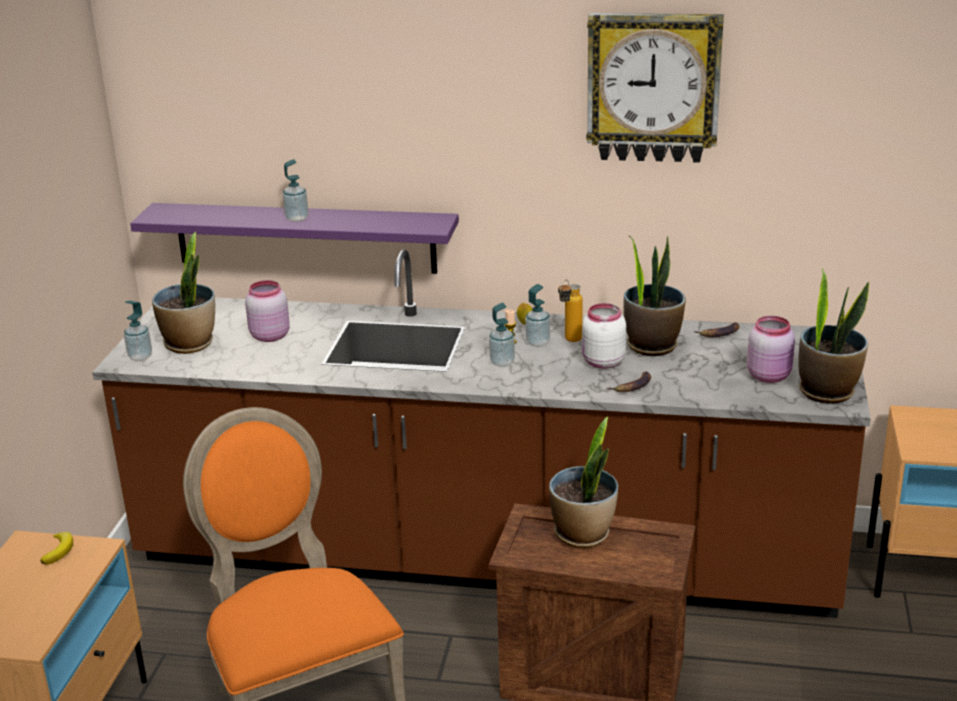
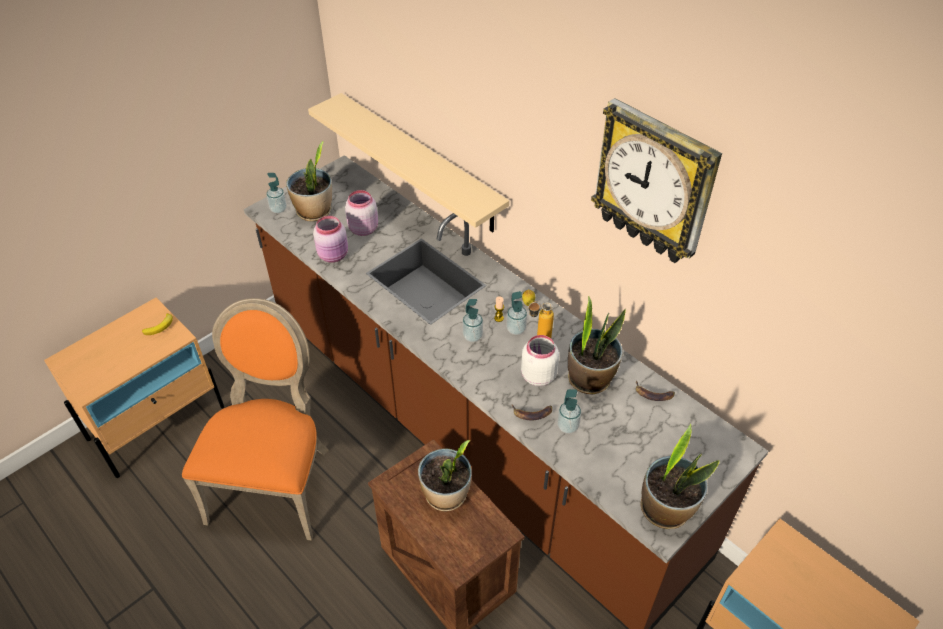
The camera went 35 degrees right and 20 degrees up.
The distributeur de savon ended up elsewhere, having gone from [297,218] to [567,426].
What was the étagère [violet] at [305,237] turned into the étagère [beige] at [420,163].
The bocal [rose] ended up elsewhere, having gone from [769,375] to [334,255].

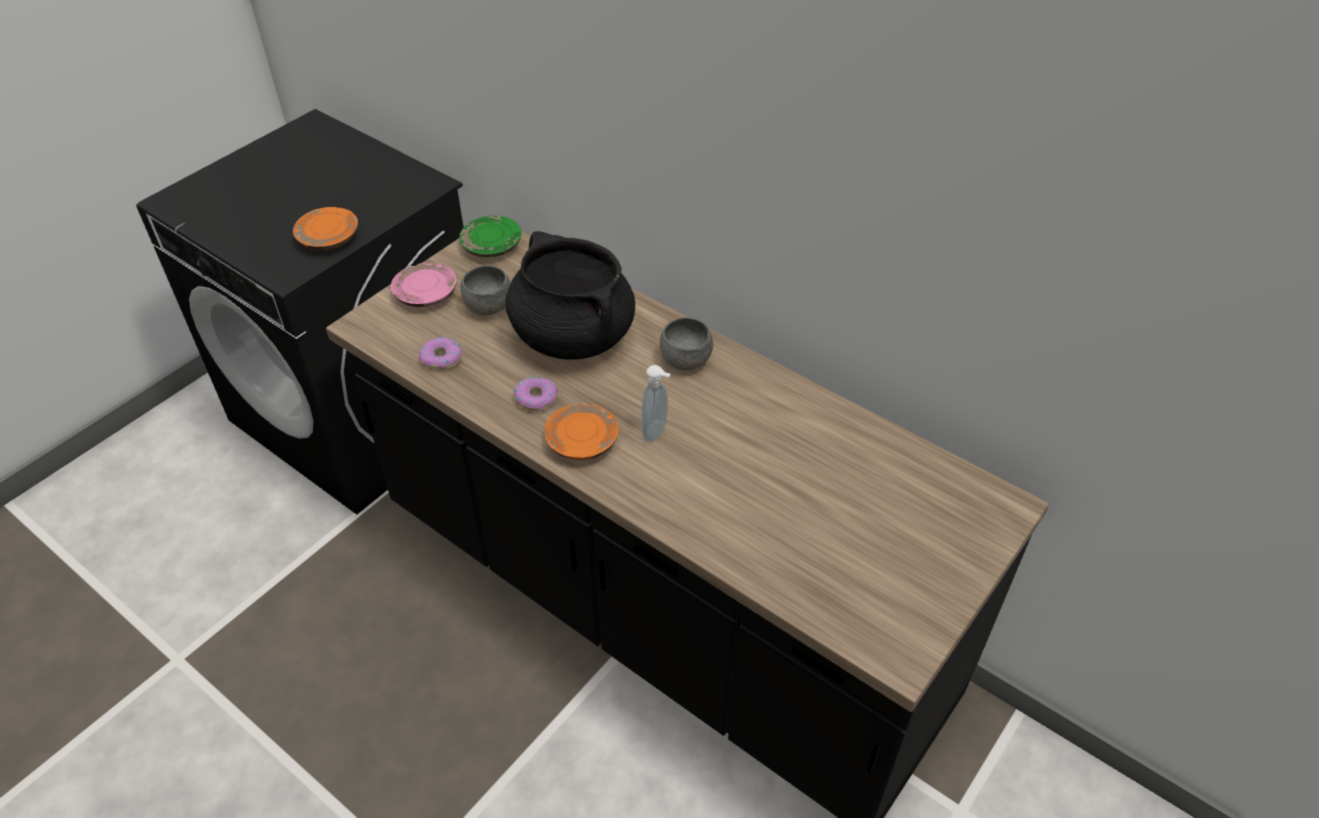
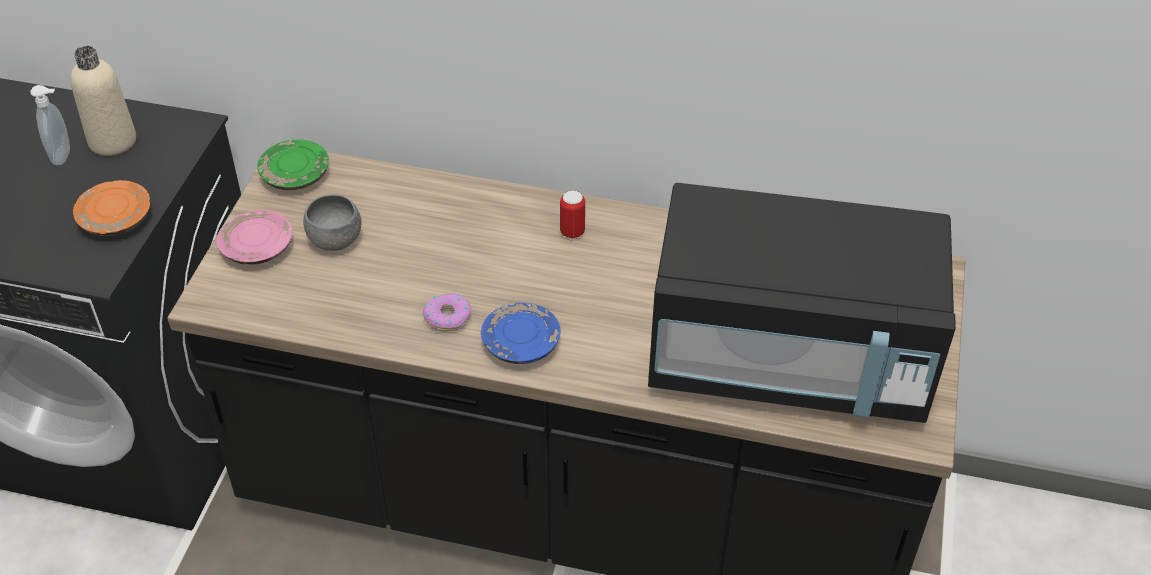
The camera went 25 degrees left and 0 degrees up.
The second view lost the marmite [noir] at [572,336].
Where the bol [gris] stood at [686,360], the boîte métallique came to stand at [572,232].
The second view lost the beignet at [441,359].
The distributeur de savon ended up elsewhere, having gone from [657,432] to [64,155].
What was the assiette [orange] at [581,441] turned into the assiette [bleu] at [520,343].
The second view gained the bouteille [beige] at [112,141].
The second view gained the micro-ondes [noir] at [788,360].

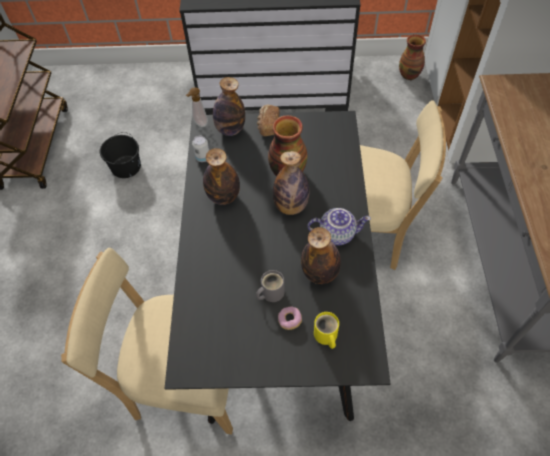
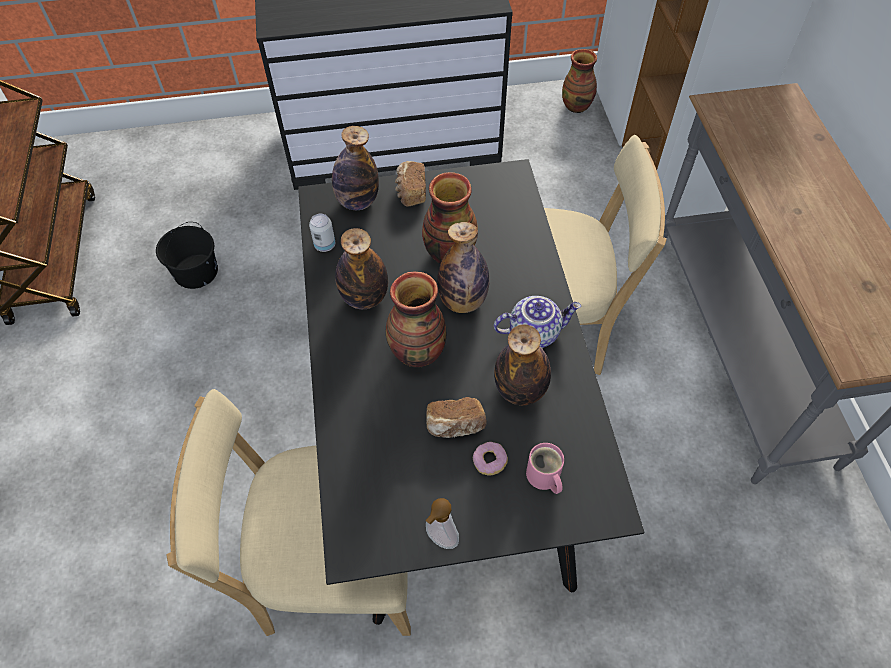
The camera went 10 degrees left and 0 degrees up.
The distributeur de savon ended up elsewhere, having gone from [199,124] to [440,539].
Where the mug [gris] stood at [270,292], the pain came to stand at [455,426].
What was the mug [jaune] at [325,336] turned into the mug [rose] at [543,477].
The second view gained the vase at [418,353].

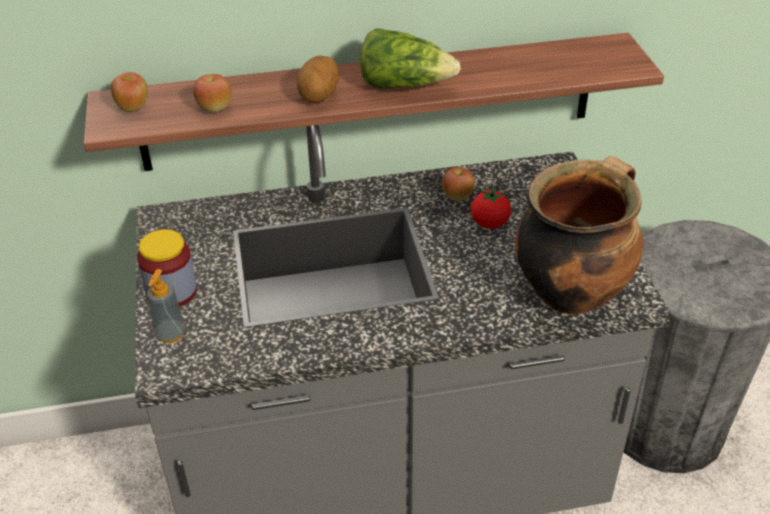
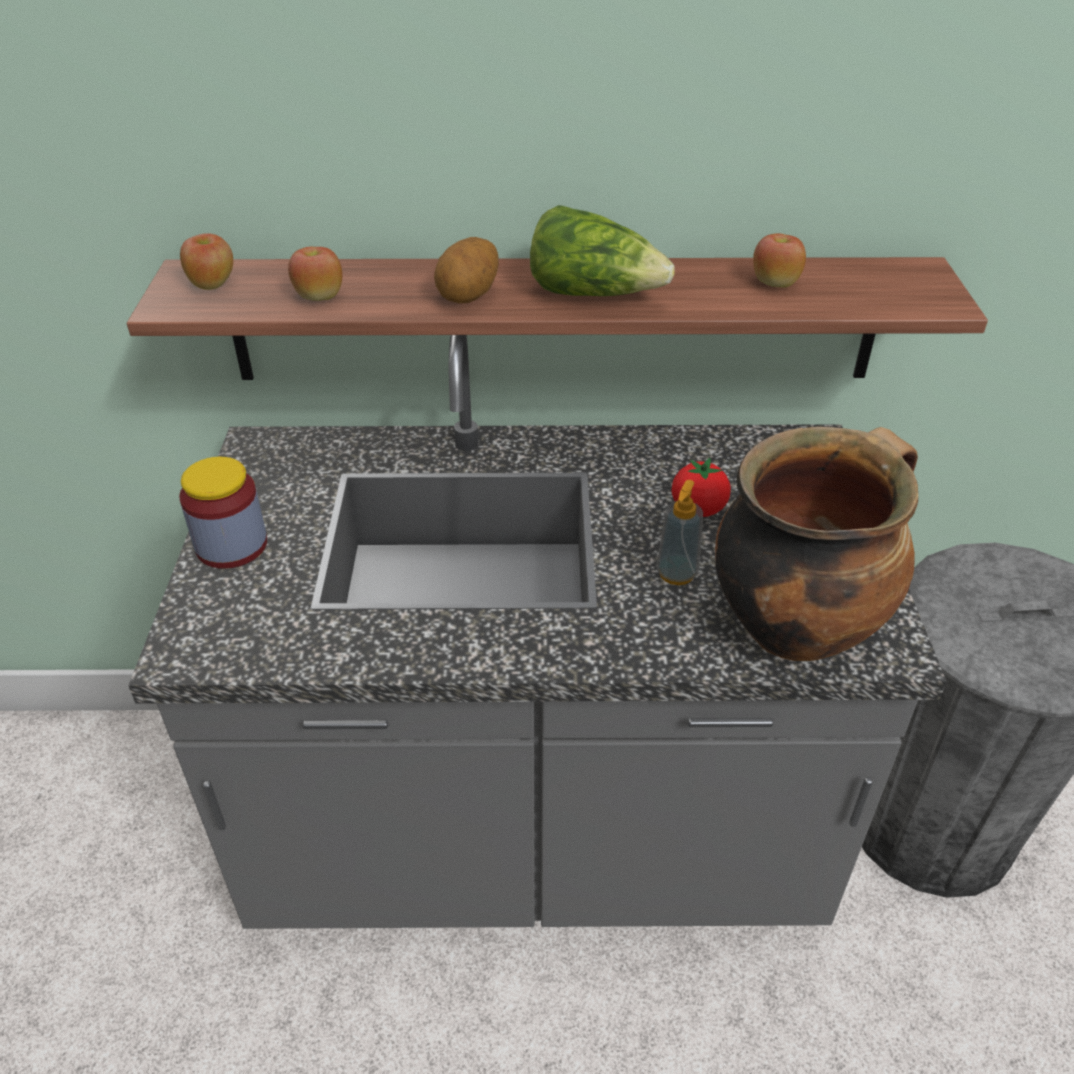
The camera went 10 degrees right and 0 degrees up.
The pomme ended up elsewhere, having gone from [457,196] to [775,284].
The distributeur de savon ended up elsewhere, having gone from [170,334] to [676,573].

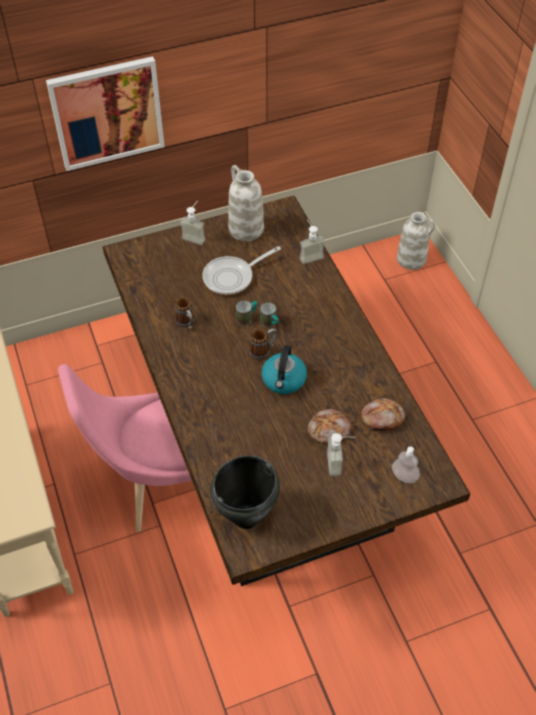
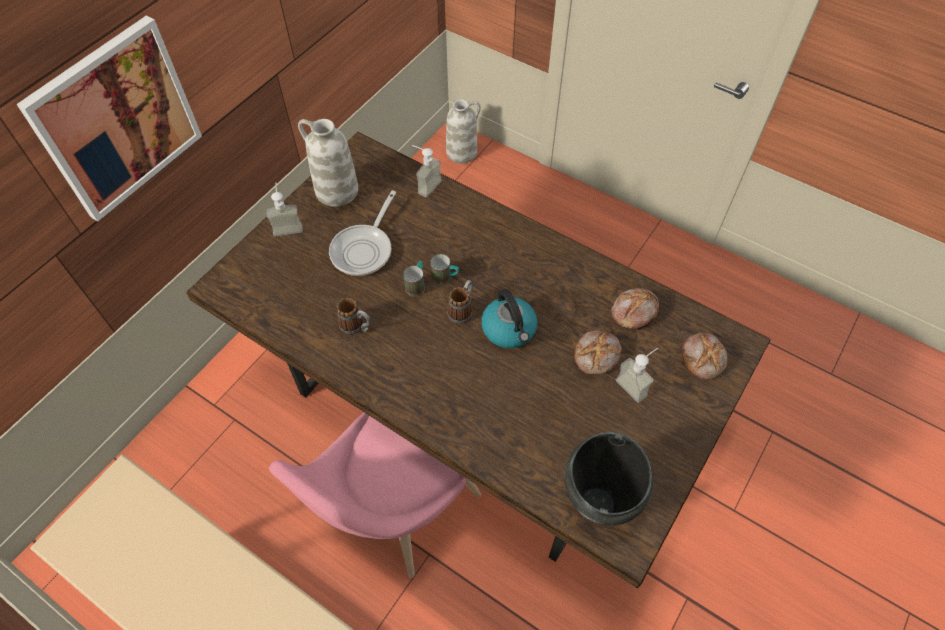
The camera went 35 degrees left and 5 degrees up.
Where the distributeur de savon stood at [404,476], the pain came to stand at [703,359].

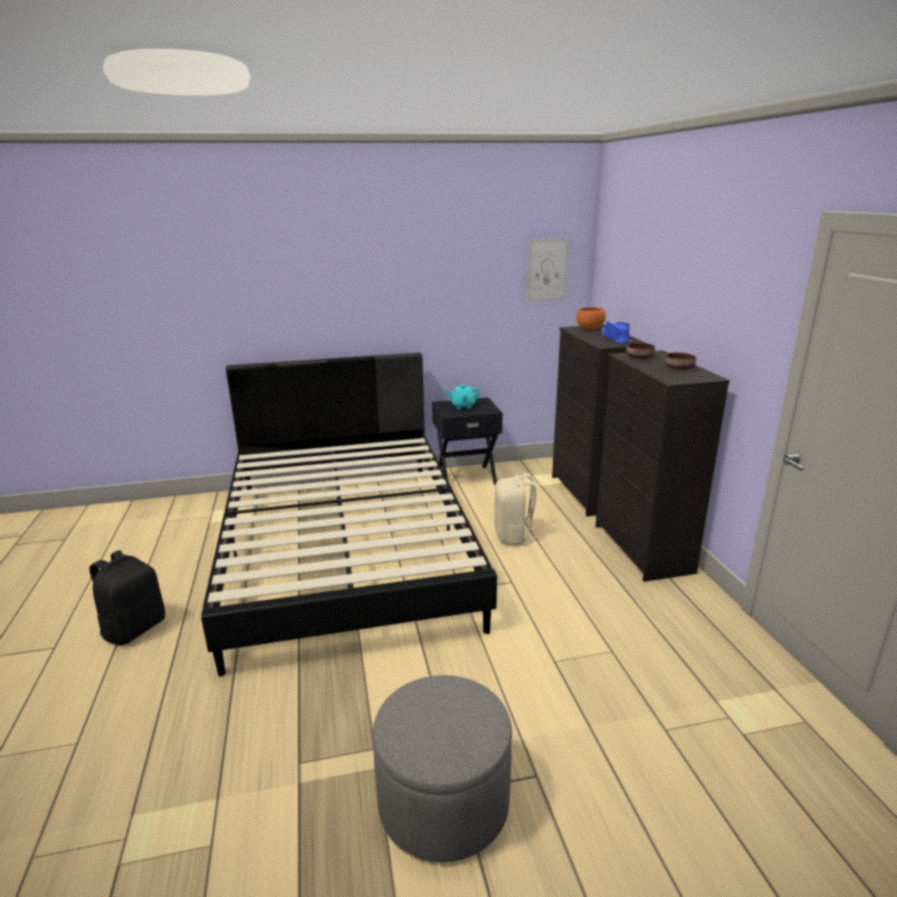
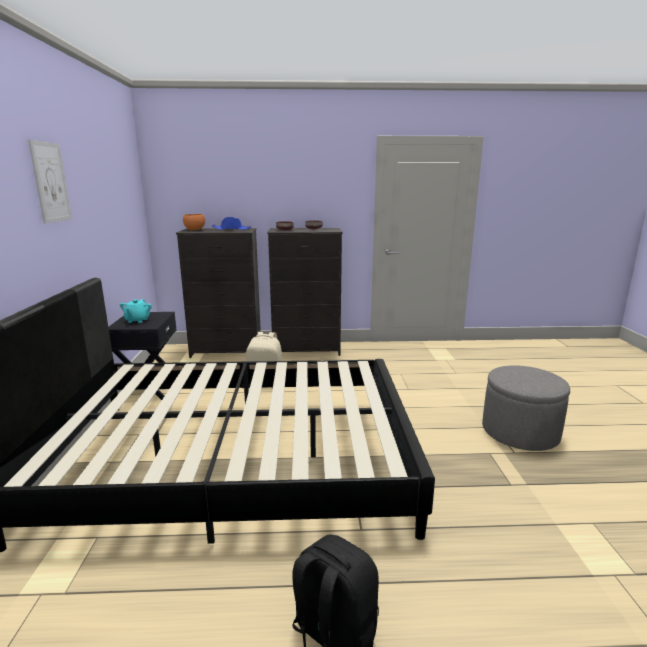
The camera went 80 degrees left and 5 degrees down.
The tableau ended up elsewhere, having gone from [547,270] to [50,182].

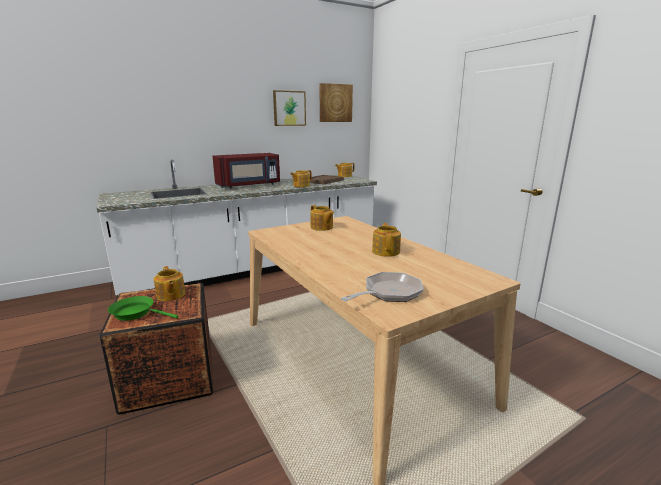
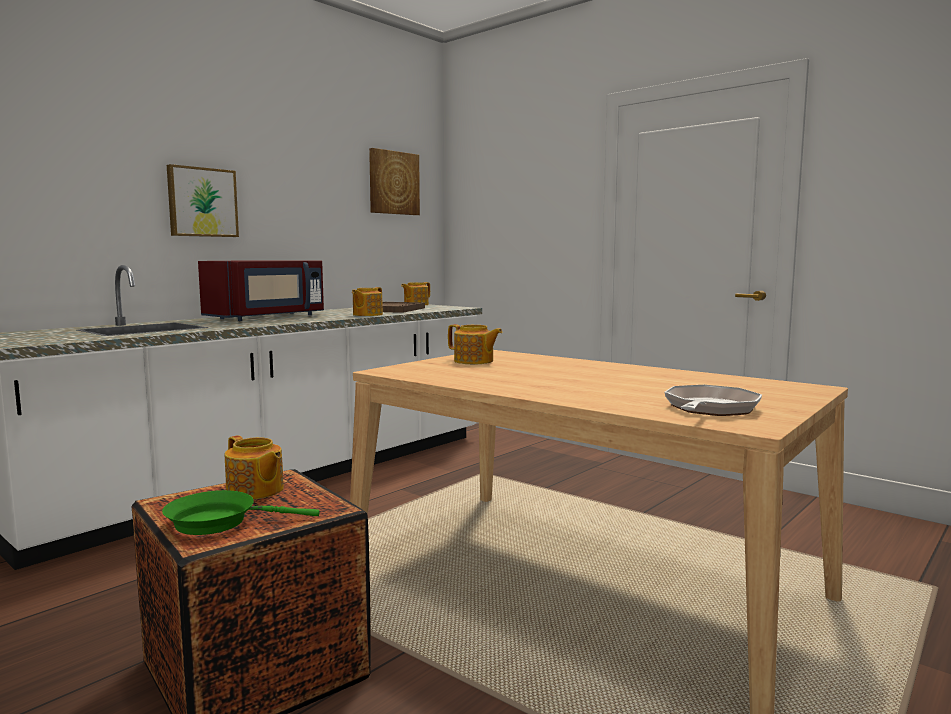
The camera went 20 degrees left and 10 degrees down.
The tableau ended up elsewhere, having gone from [289,108] to [202,202].
The second view lost the théière at [386,251].

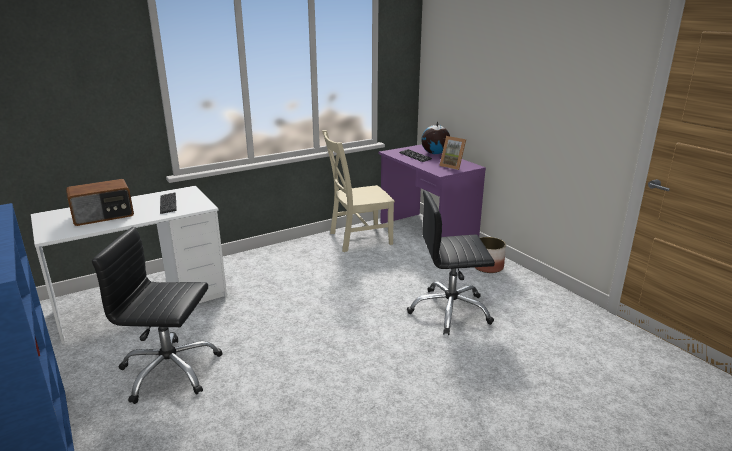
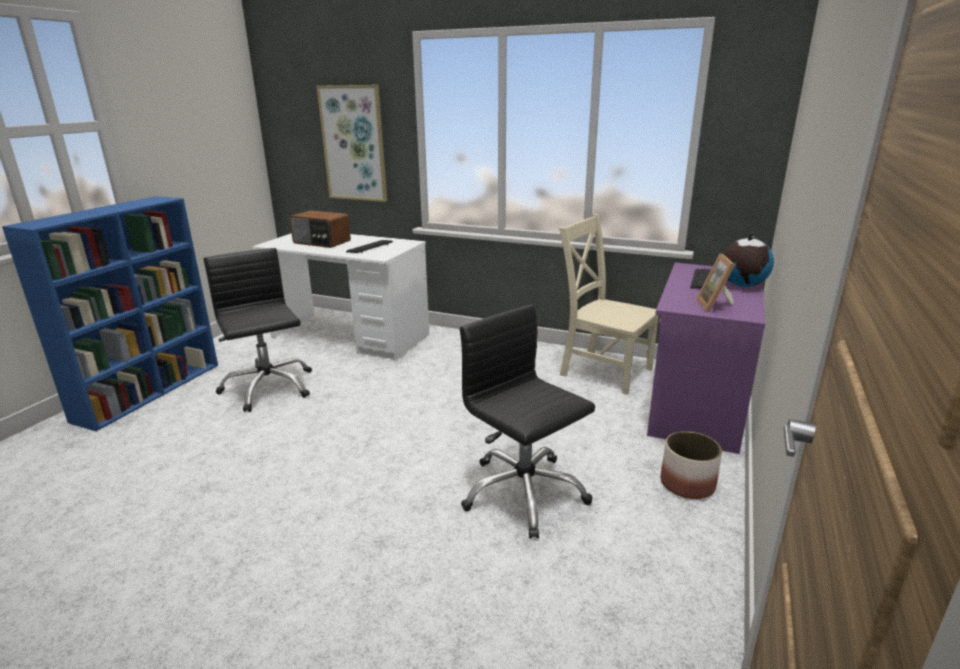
The camera went 55 degrees right and 0 degrees up.
The second view gained the tableau at [354,144].

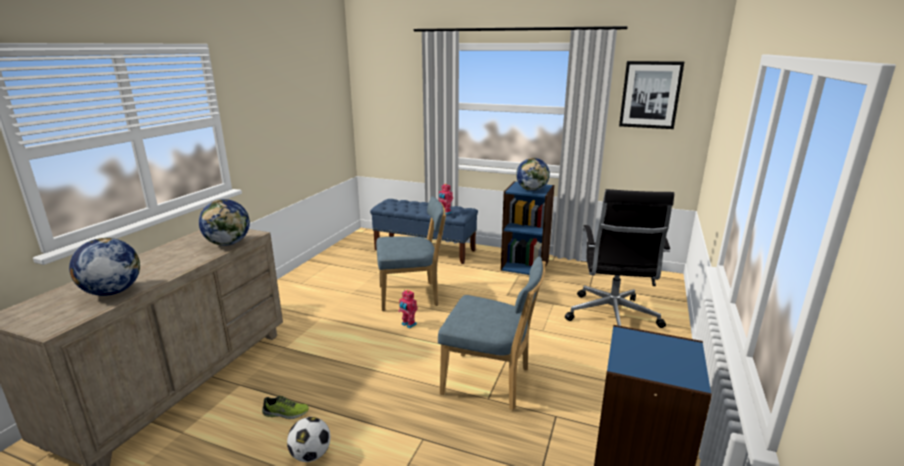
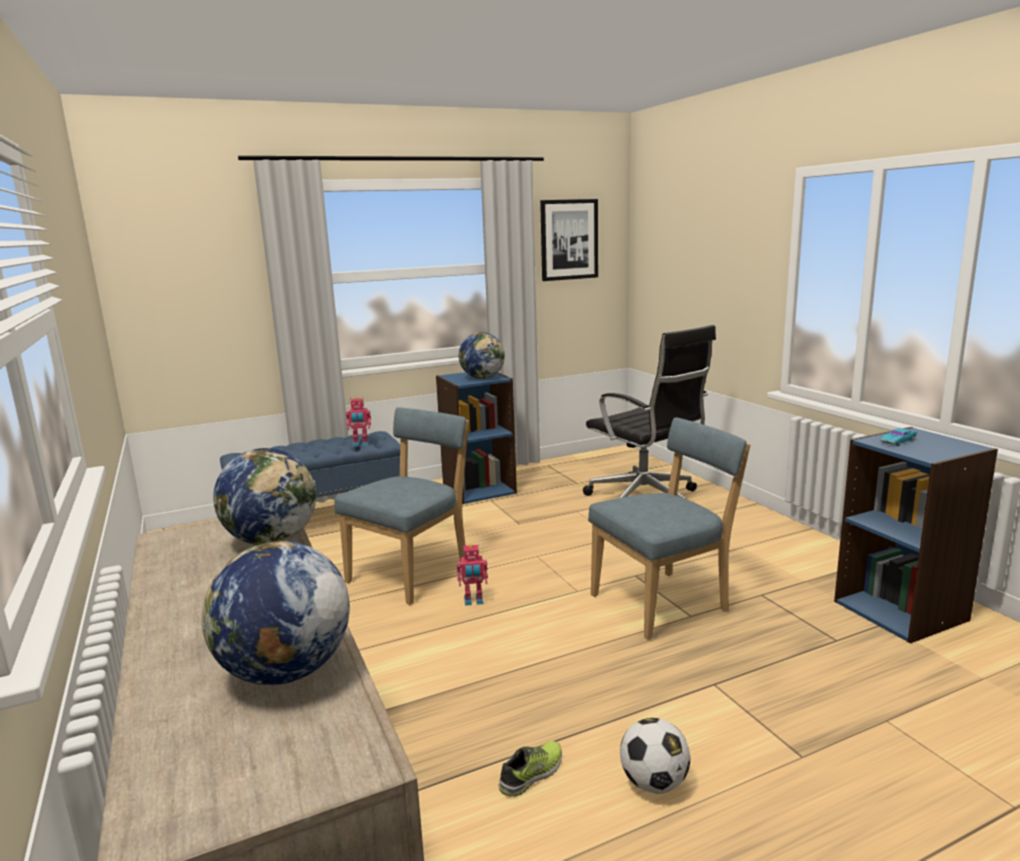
The camera went 45 degrees left and 5 degrees down.
The second view gained the petite voiture [turquoise] at [898,441].

